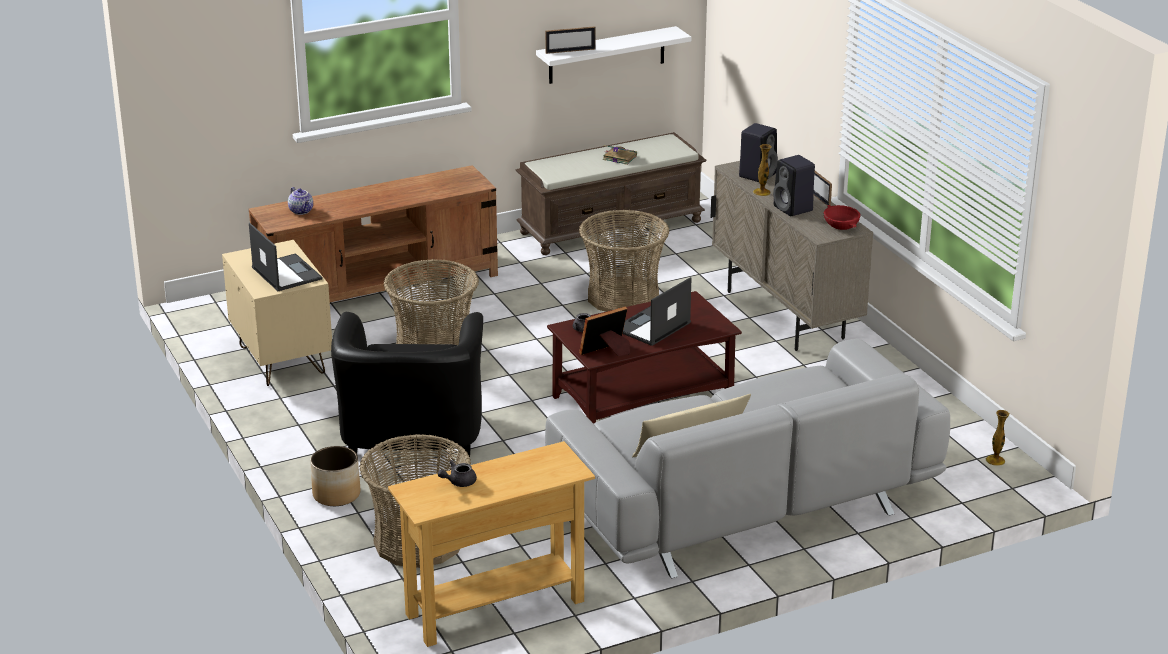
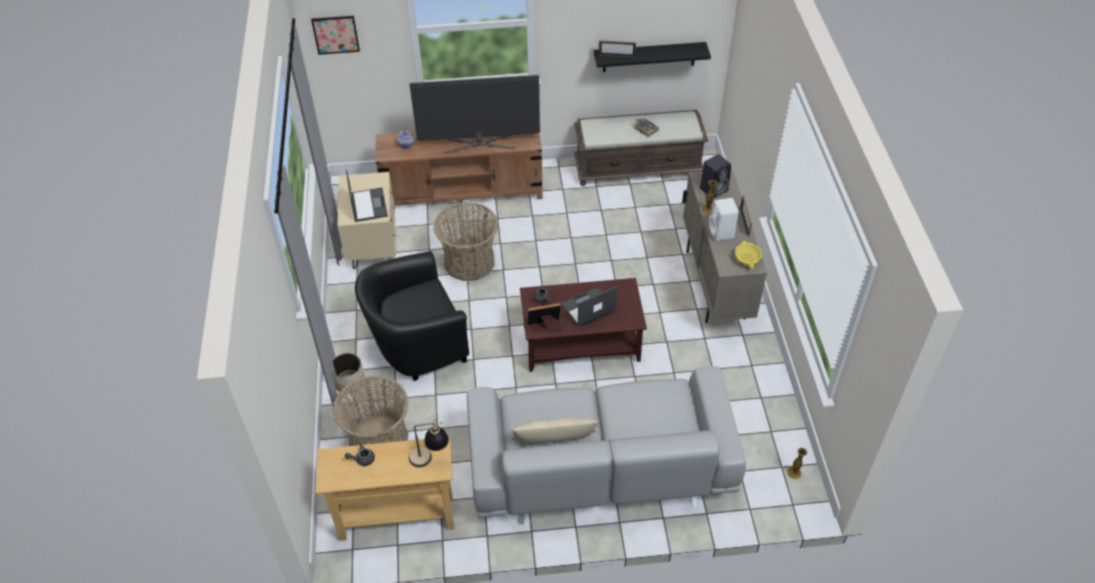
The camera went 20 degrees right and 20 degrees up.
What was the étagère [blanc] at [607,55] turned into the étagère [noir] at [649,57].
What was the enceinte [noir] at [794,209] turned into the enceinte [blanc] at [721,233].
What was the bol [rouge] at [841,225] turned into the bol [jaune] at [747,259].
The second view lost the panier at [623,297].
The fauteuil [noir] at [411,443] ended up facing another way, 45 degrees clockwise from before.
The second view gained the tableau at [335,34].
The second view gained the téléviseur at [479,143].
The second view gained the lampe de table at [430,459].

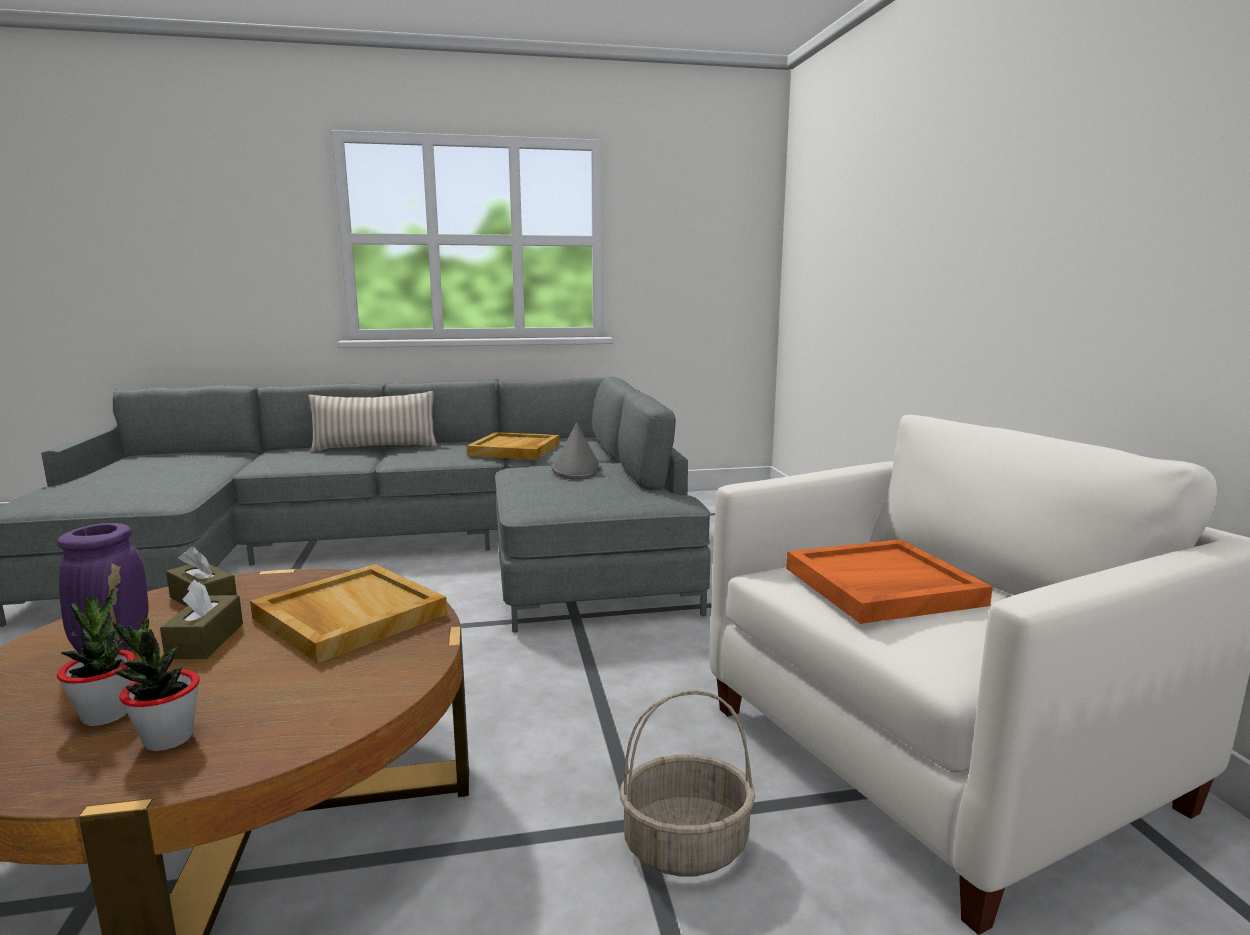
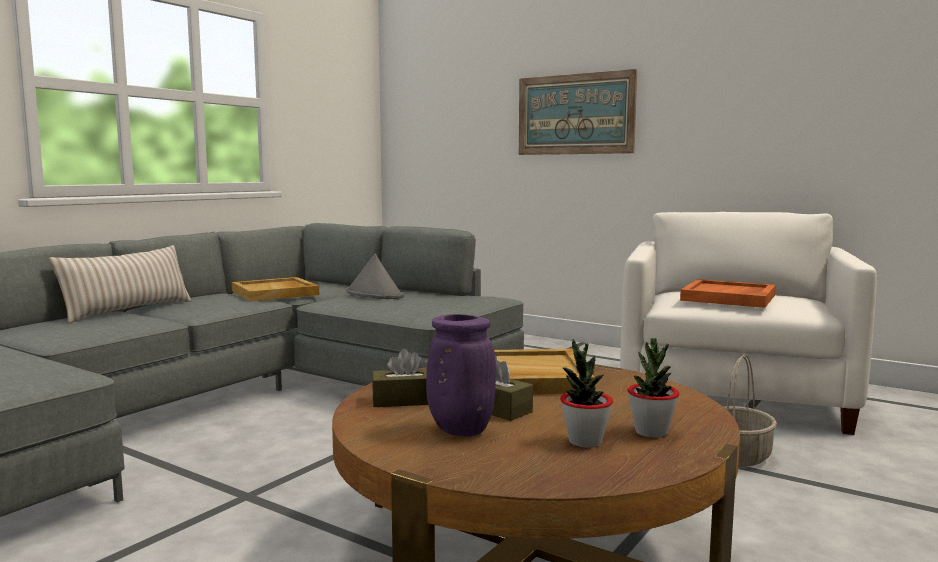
The camera went 45 degrees left and 5 degrees down.
The second view gained the tableau at [575,114].

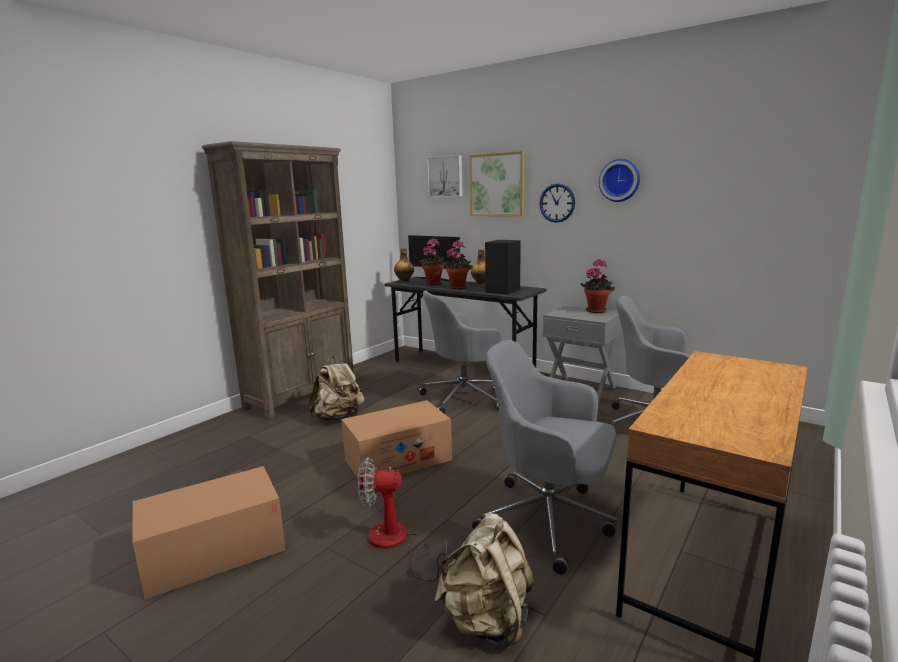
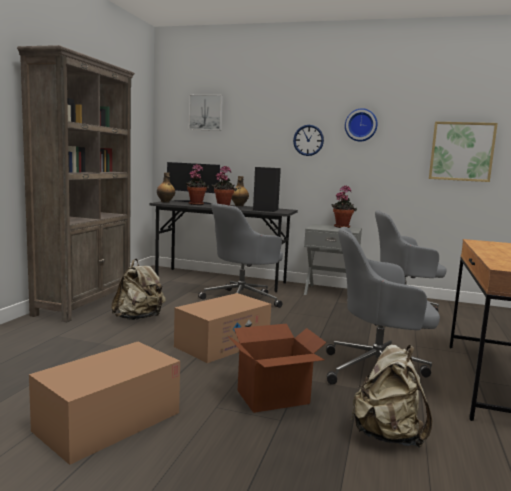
The camera went 20 degrees left and 5 degrees down.
The tableau ended up elsewhere, having gone from [497,185] to [461,151].
Where the ventilateur stood at [396,543], the carton came to stand at [273,398].

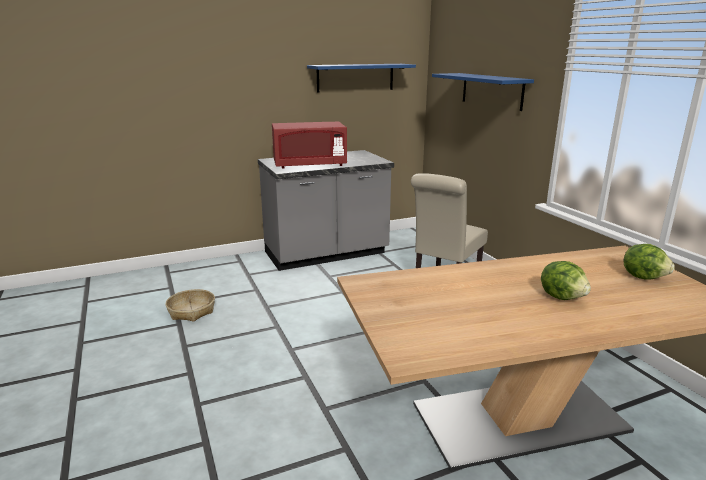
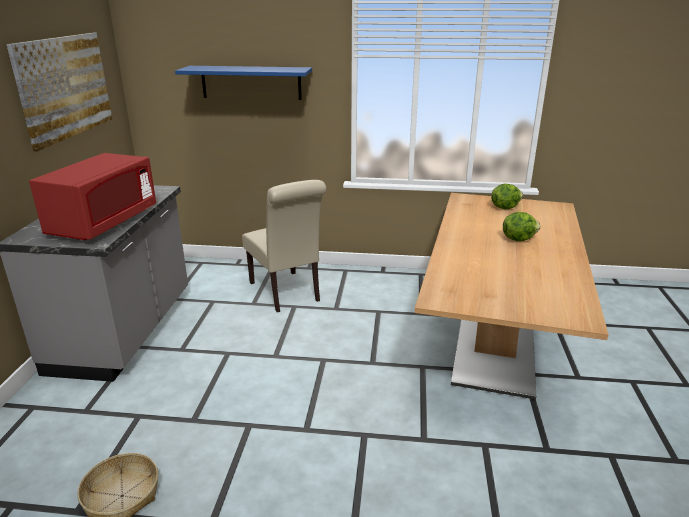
The camera went 60 degrees left and 5 degrees up.
Where the étagère [bleu] hung at [355,77], the tableau came to hang at [65,87].

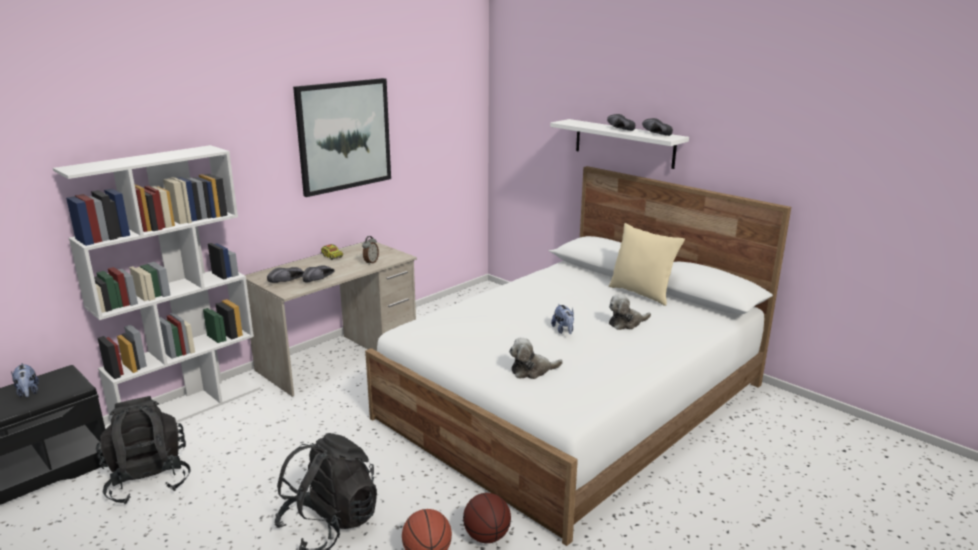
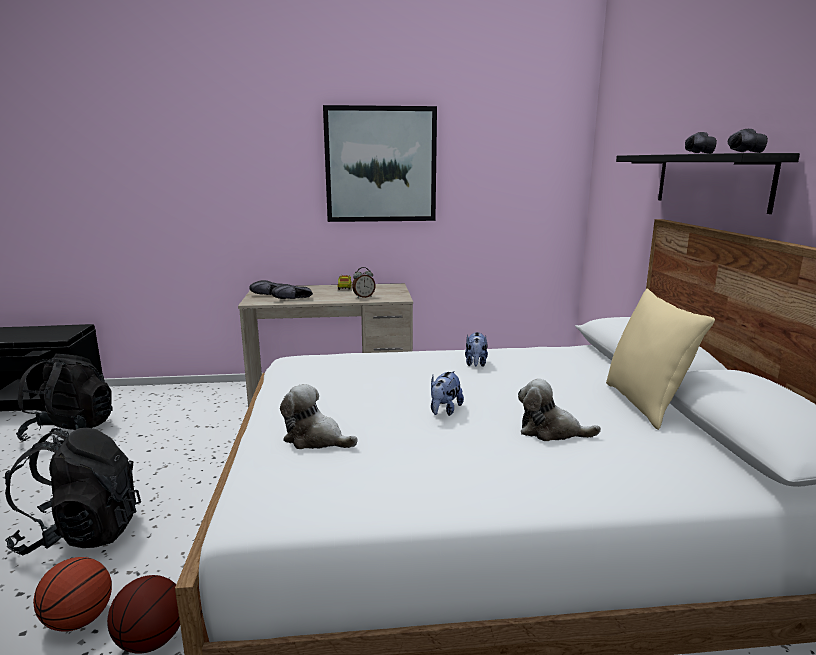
The camera went 40 degrees right and 5 degrees down.
What was the étagère [blanc] at [624,143] turned into the étagère [noir] at [710,180].
The second view lost the bibliothèque [blanc] at [189,406].
The peluche ended up elsewhere, having gone from [28,392] to [476,364].

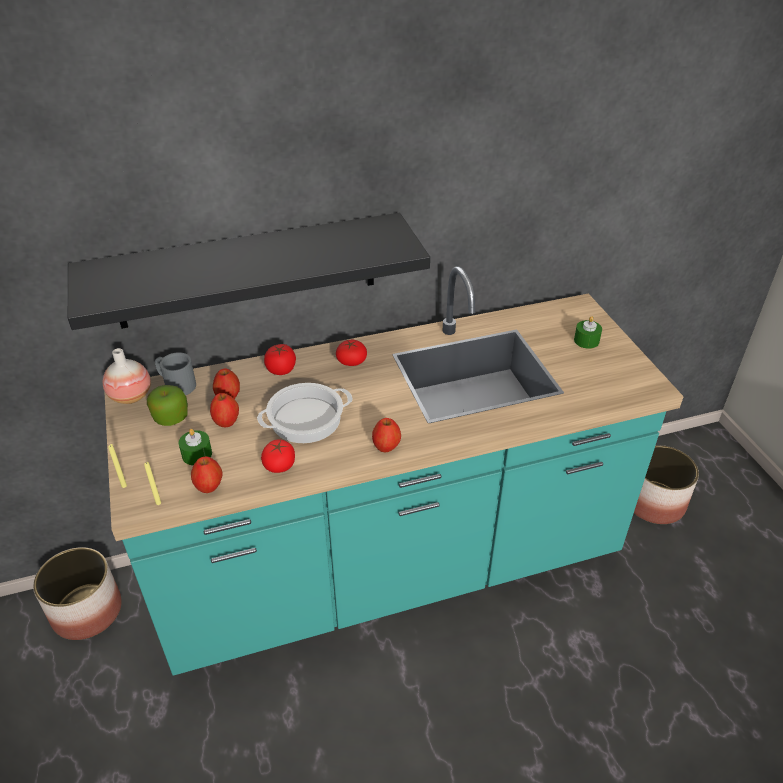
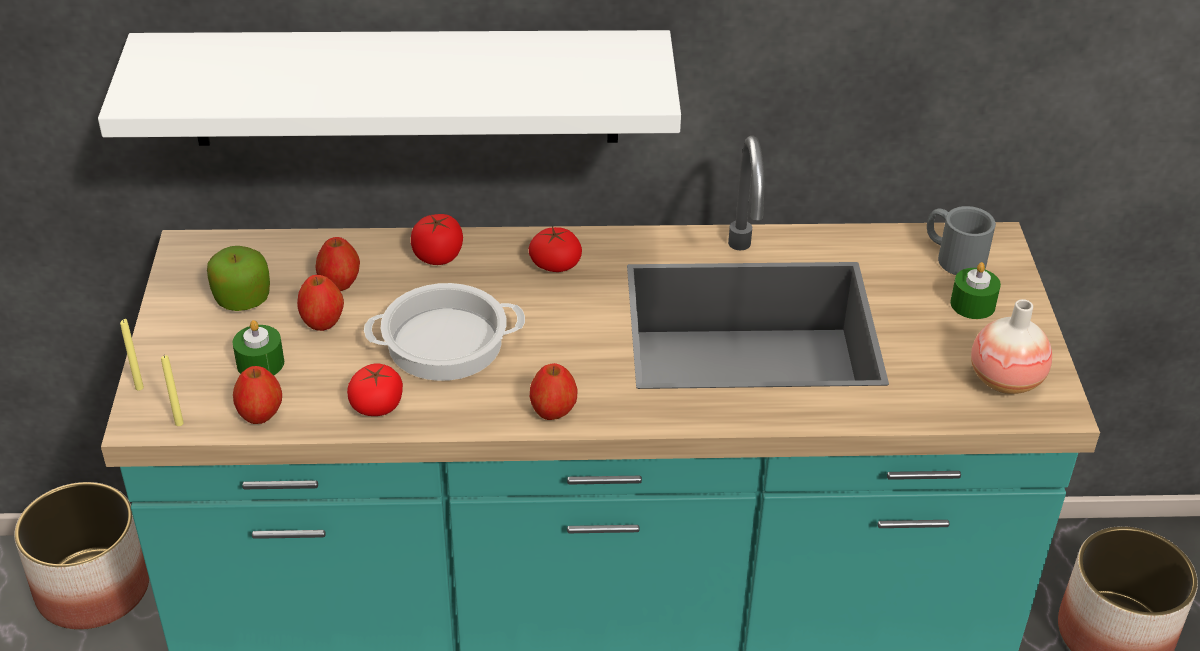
The camera went 15 degrees right and 0 degrees up.
What was the étagère [noir] at [247,271] turned into the étagère [blanc] at [405,87].
The vase ended up elsewhere, having gone from [131,396] to [1005,381].
The mug [gris] ended up elsewhere, having gone from [176,384] to [953,256].

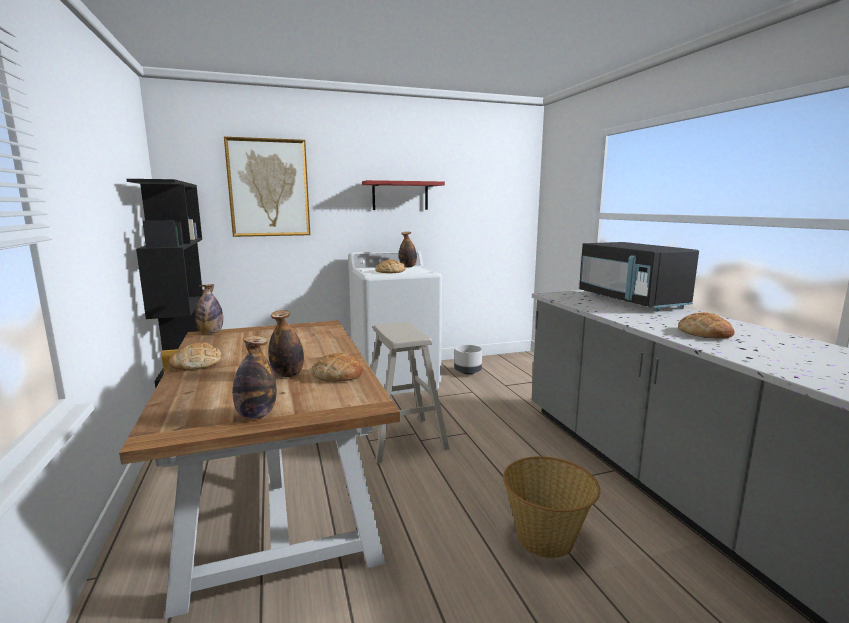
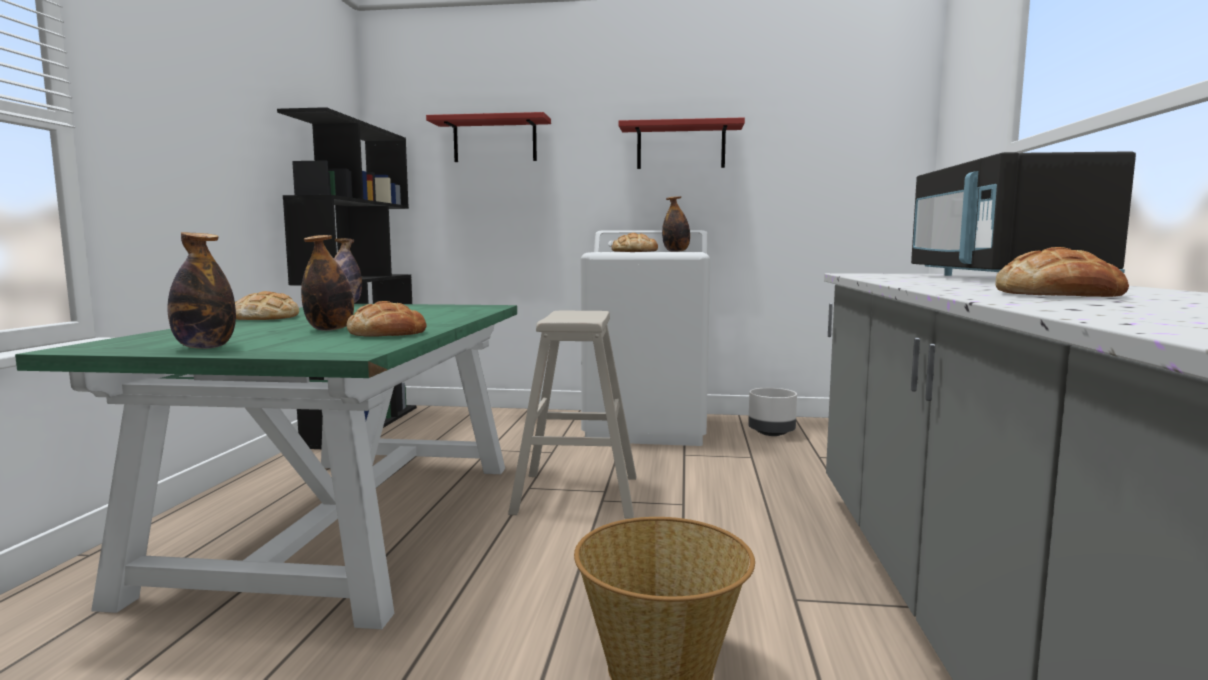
The camera went 25 degrees right and 5 degrees down.
Where the tableau hung at [269,188], the étagère [rouge] came to hang at [495,140].
What was the table à manger [marron] at [277,494] turned into the table à manger [vert] at [349,521].

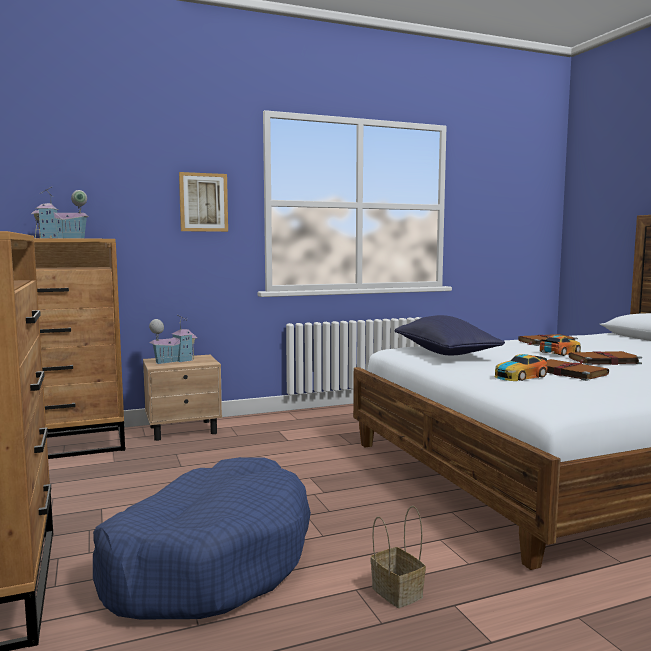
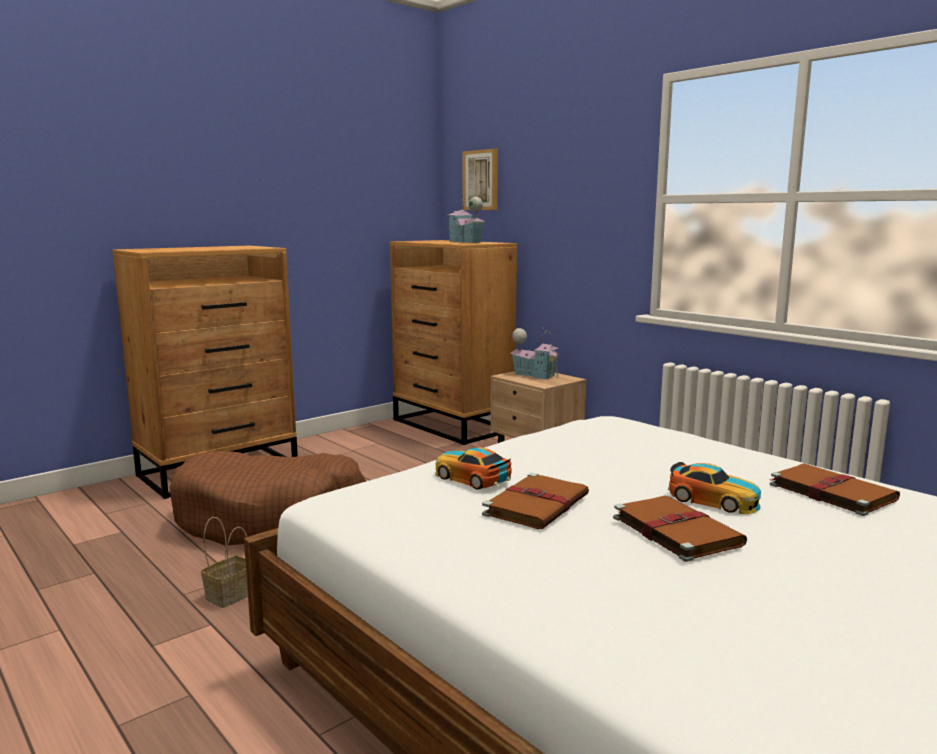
The camera went 70 degrees right and 5 degrees up.
The tableau ended up elsewhere, having gone from [203,202] to [481,180].
The second view lost the coussin [bleu] at [445,353].
What was the panier pour chien [bleu] at [208,560] turned into the panier pour chien [marron] at [271,517].

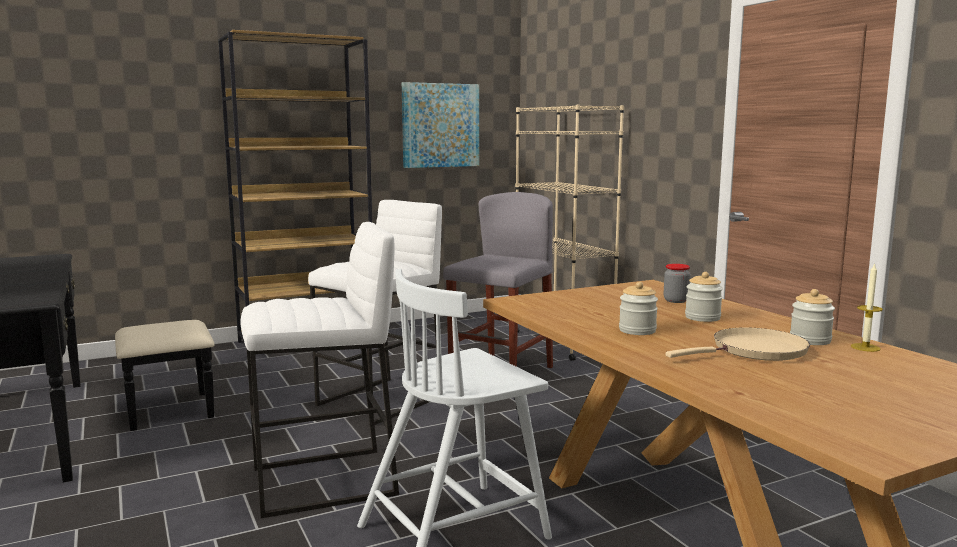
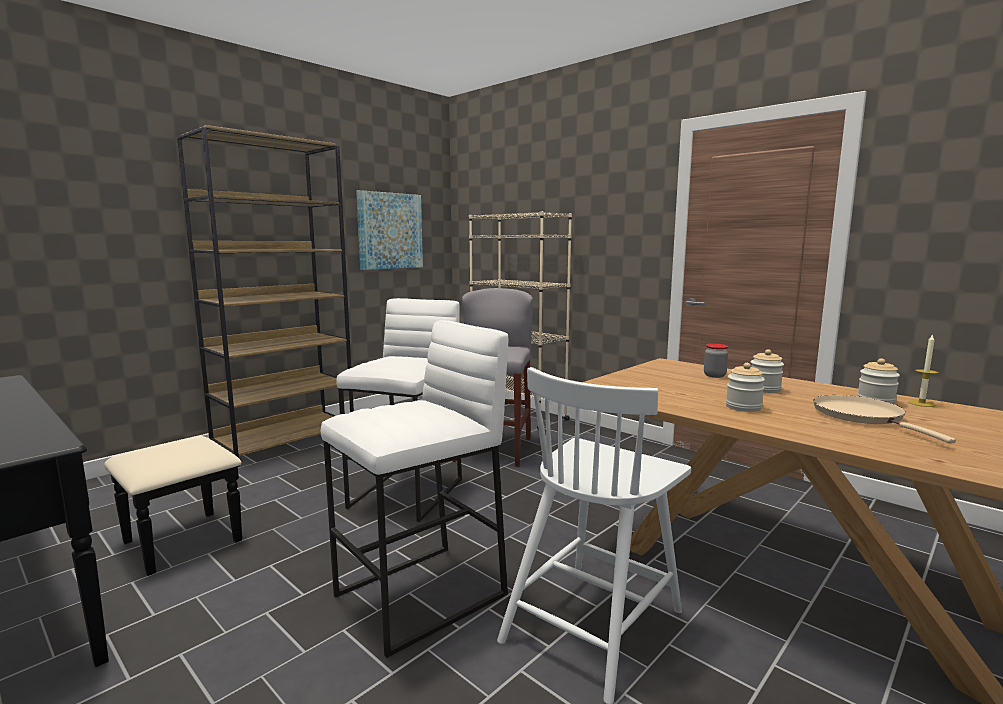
The camera went 20 degrees left and 0 degrees up.
The poêle [beige] at [754,351] ended up facing another way, 60 degrees counterclockwise from before.

